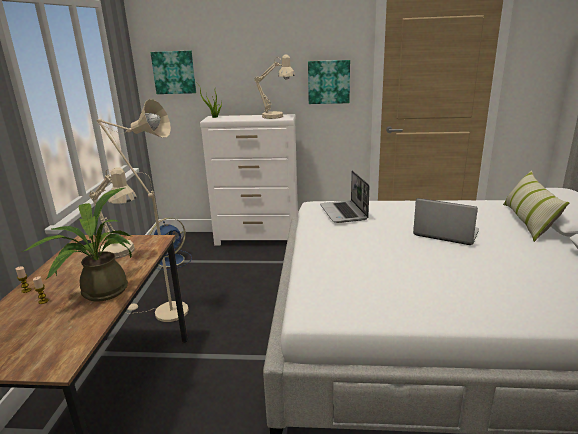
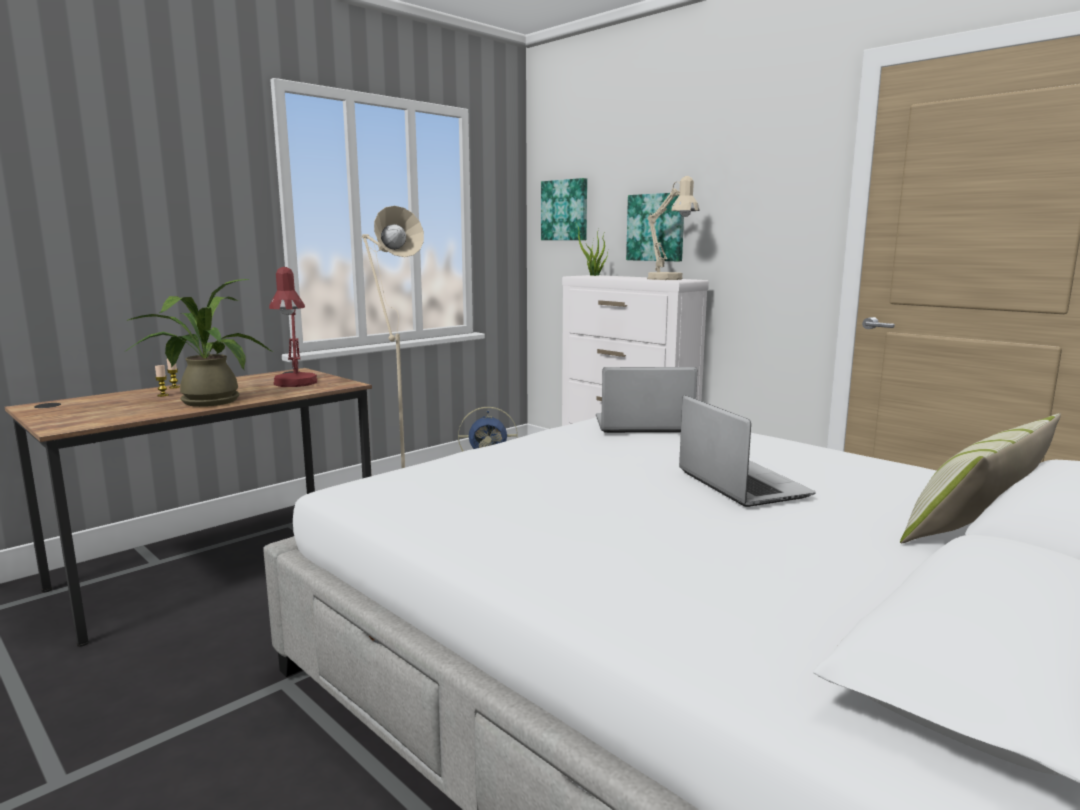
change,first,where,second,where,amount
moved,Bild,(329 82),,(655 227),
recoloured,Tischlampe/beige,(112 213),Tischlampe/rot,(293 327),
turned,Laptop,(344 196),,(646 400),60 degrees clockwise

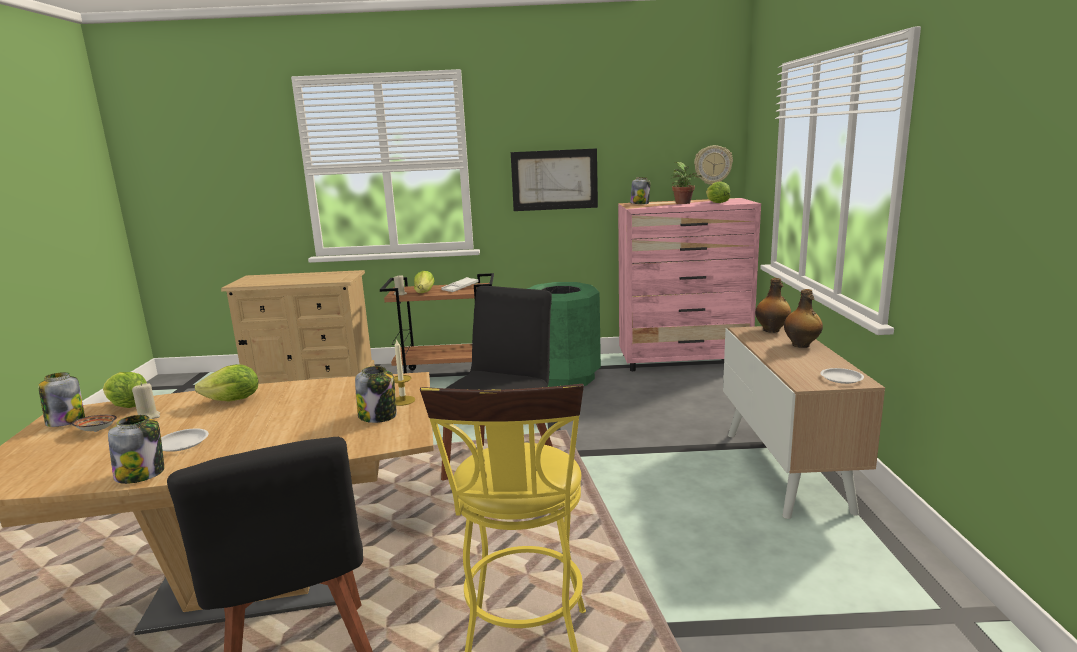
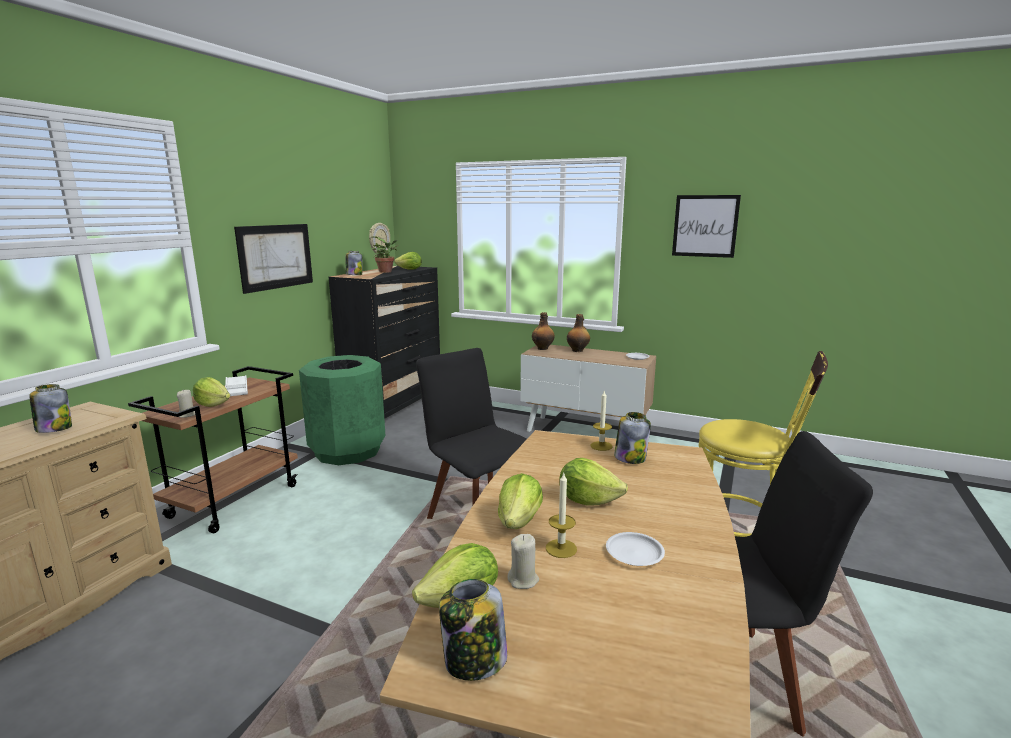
change,first,where,second,where,amount
removed,Schüssel,(94 423),,,
added,,,Kerze,(561 515),
added,,,Salatkopf,(594 482),
added,,,Bild,(706 226),
moved,Vorratsglas,(136 449),,(50 408),
recoloured,Kommode/rosa,(689 284),Kommode/schwarz,(384 342),

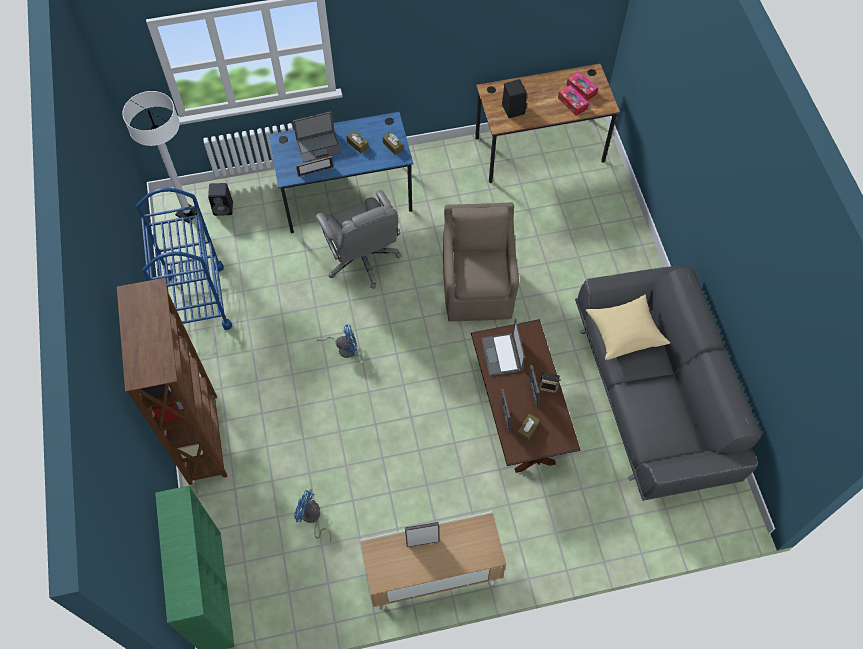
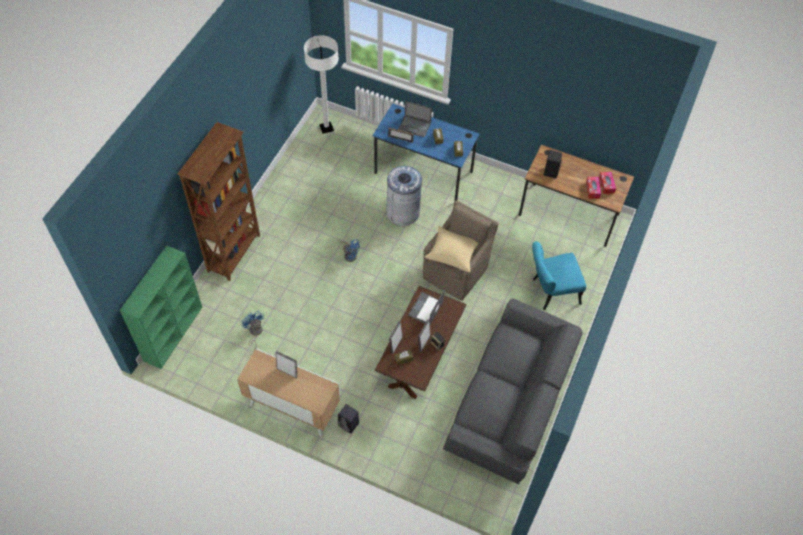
change,first,where,second,where,amount
removed,Rollwagen/blau,(184 259),,,
added,,,Stuhl/türkis,(559 275),
moved,Lautsprecher/schwarz,(220 199),,(348 419),
moved,Kissen/beige,(628 327),,(451 249),
replaced,Bürostuhl/grau,(359 239),Mülleimer/grau,(404 196),

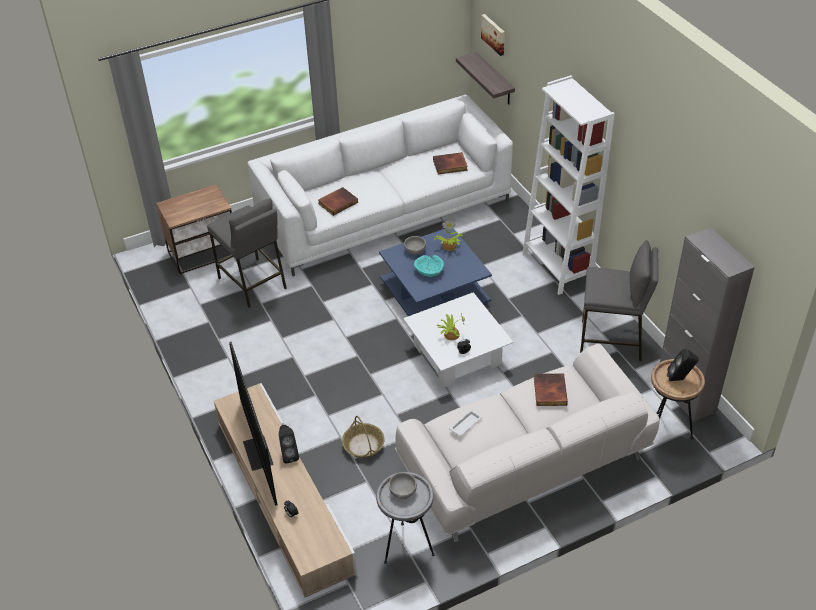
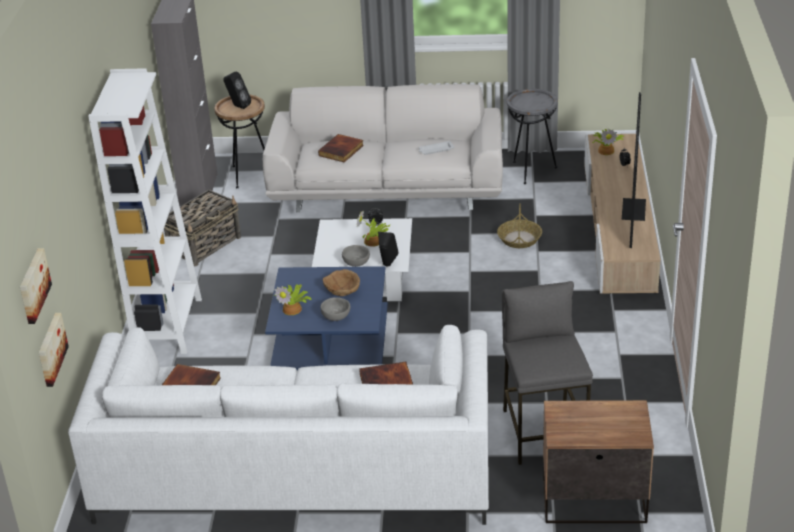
change,first,where,second,where,amount
added,,,Topfpflanze,(608 142),
moved,Lautsprecher/schwarz,(289 444),,(388 249),
moved,Schüssel/grau,(403 485),,(356 256),
replaced,Wandregal,(485 78),Bild,(54 350),
replaced,Hocker/grau,(619 300),Korb,(202 228),
recoloured,Schüssel/türkis,(429 266),Schüssel/braun,(341 282),

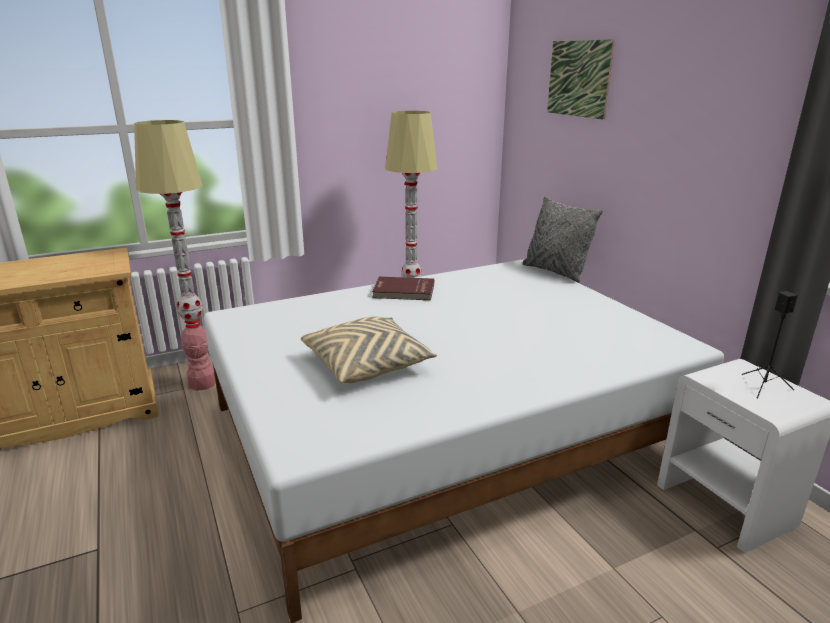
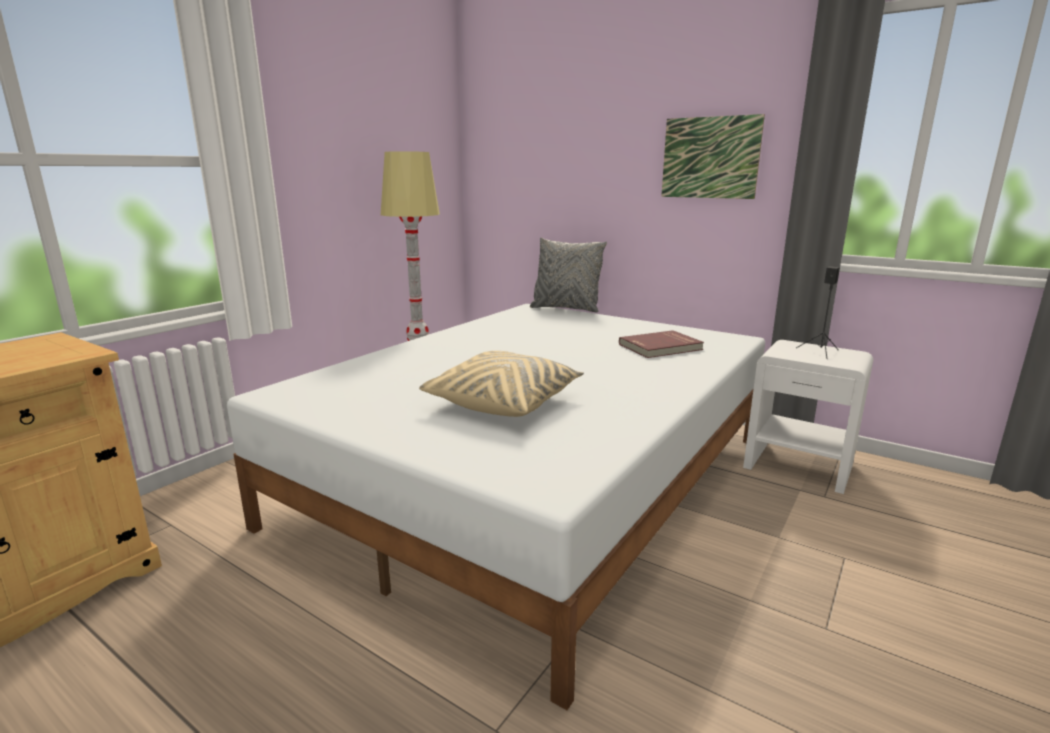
change,first,where,second,where,amount
removed,Stehlampe,(175 255),,,
moved,Buch/rot,(403 288),,(661 344),
moved,Bild,(581 79),,(713 156),

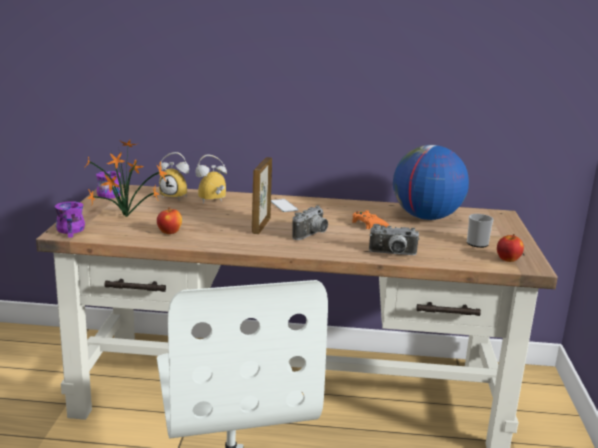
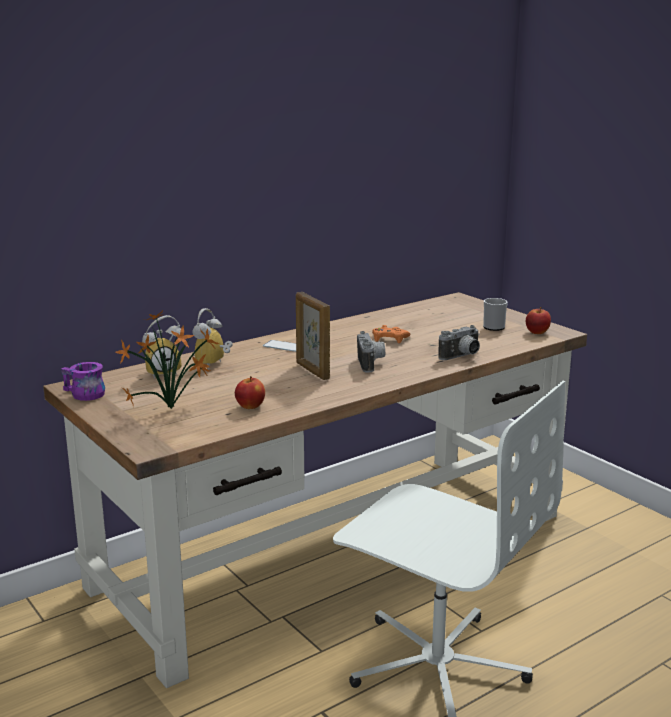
change,first,where,second,where,amount
removed,Henkelbecher/lila,(70 219),,,
removed,Globus,(431 182),,,

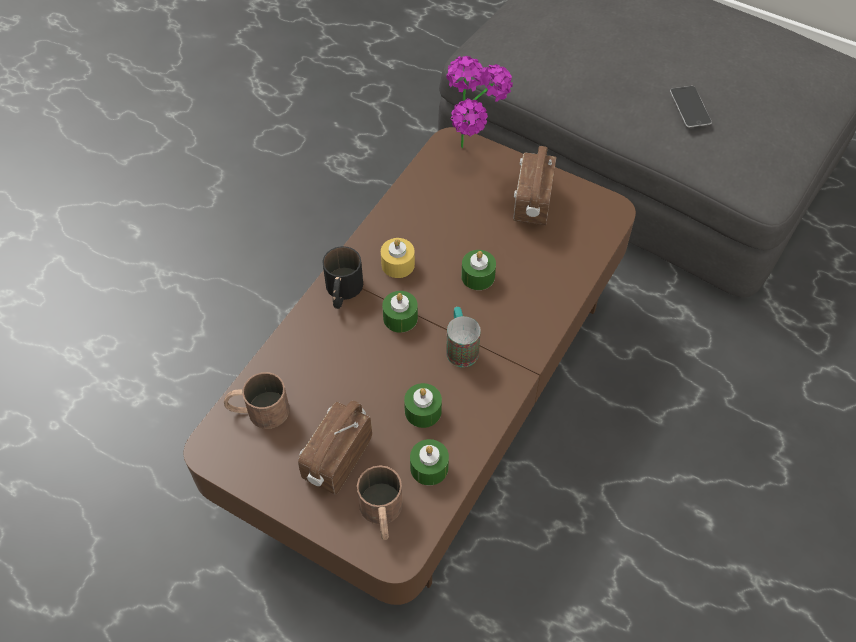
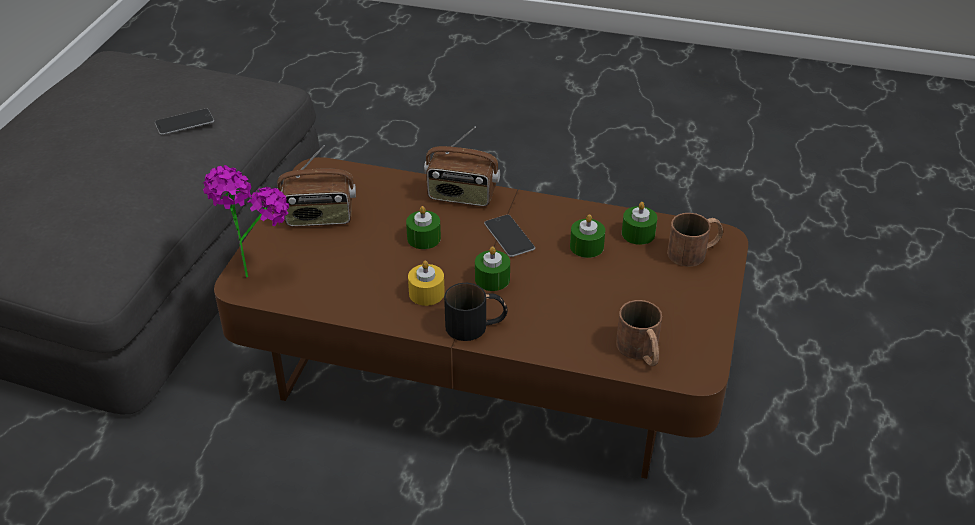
change,first,where,second,where,amount
moved,Radio,(335 448),,(462 167),
replaced,Henkelbecher,(463 337),Handy,(509 236),

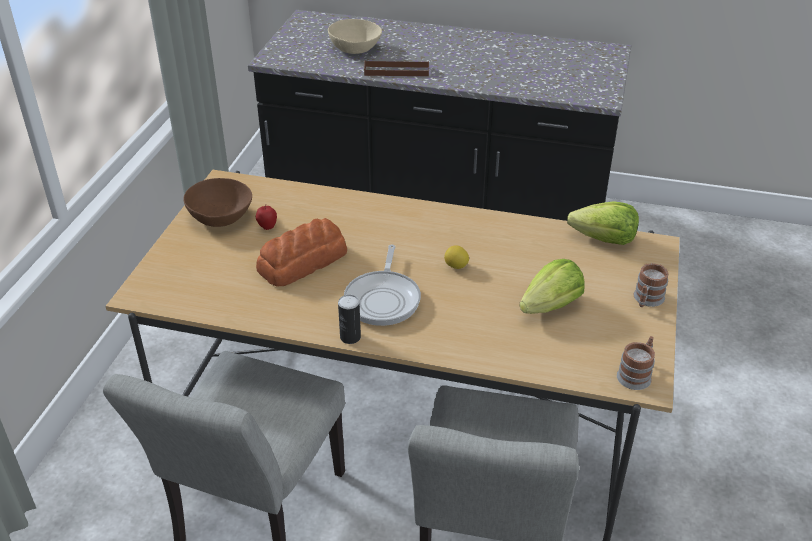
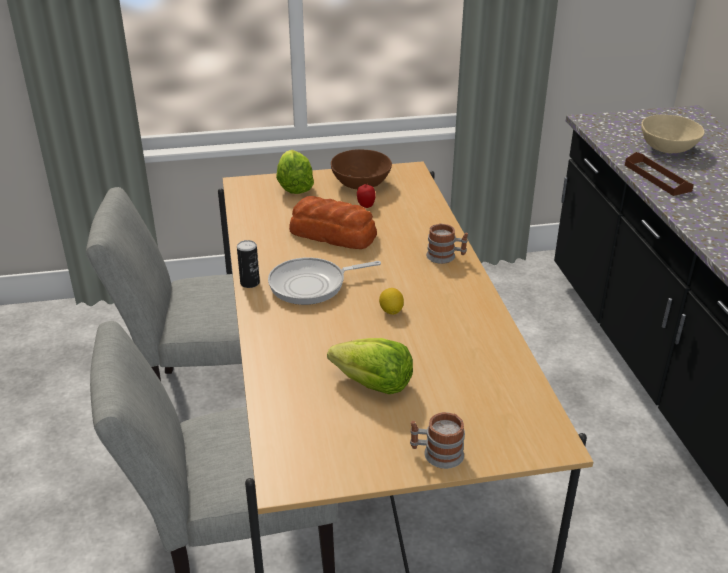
change,first,where,second,where,amount
moved,Salatkopf,(603 223),,(295 172),
moved,Henkelbecher,(636 363),,(447 243),

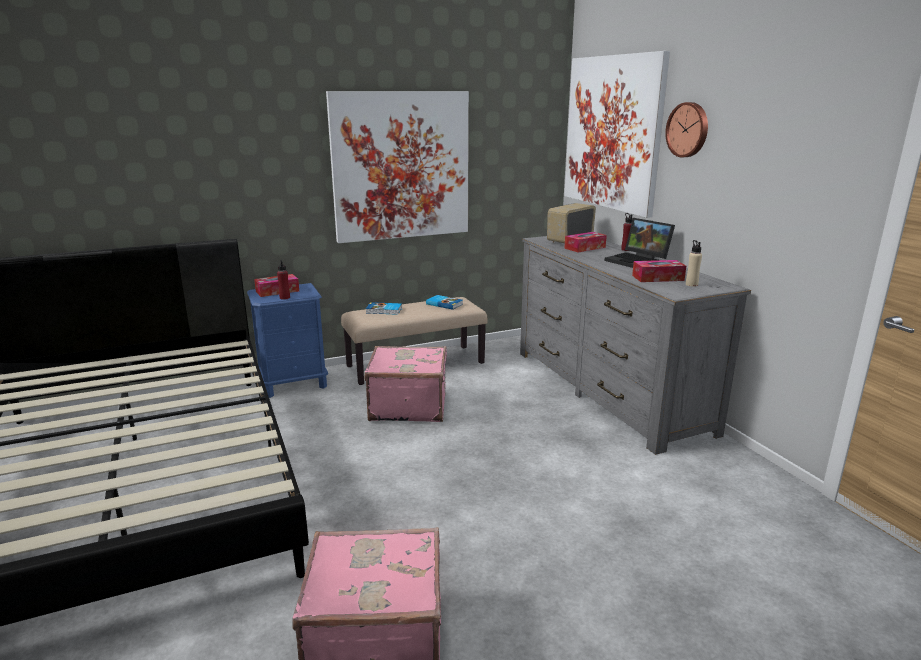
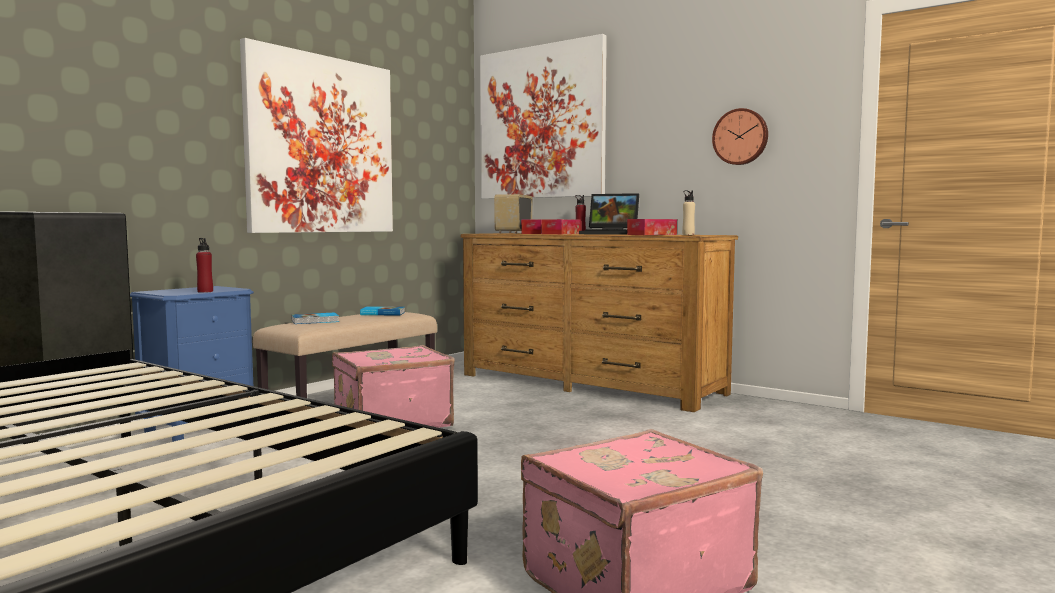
change,first,where,second,where,amount
moved,Taschentuchbox,(276 285),,(561 226),
moved,Wanduhr,(686 129),,(740 136),
recoloured,Kommode/grau,(635 345),Kommode/braun,(599 322),

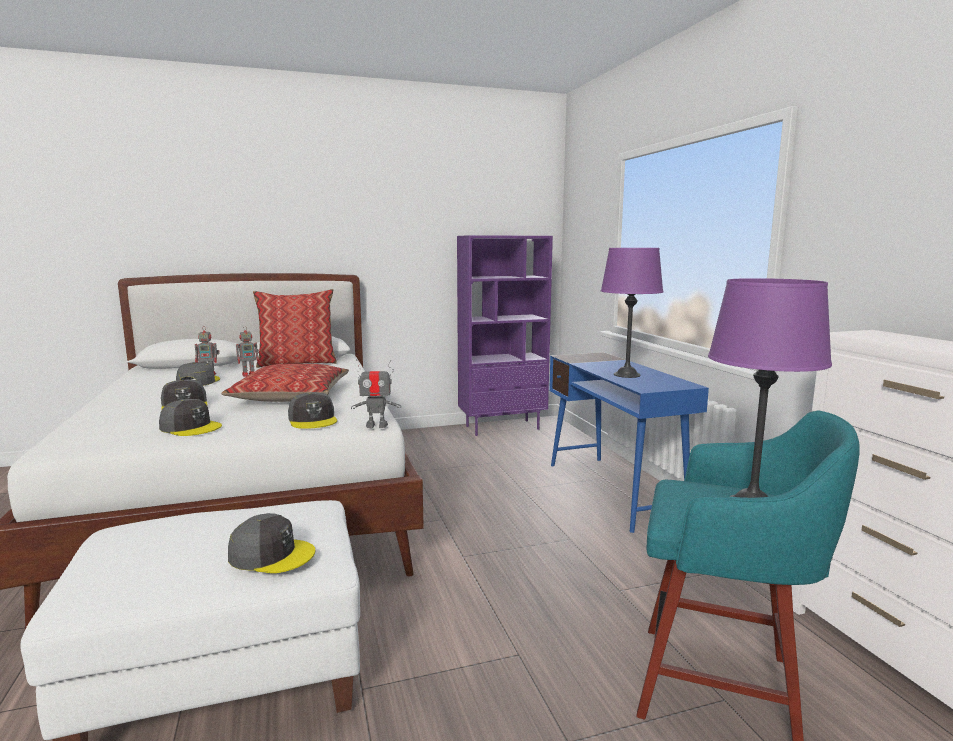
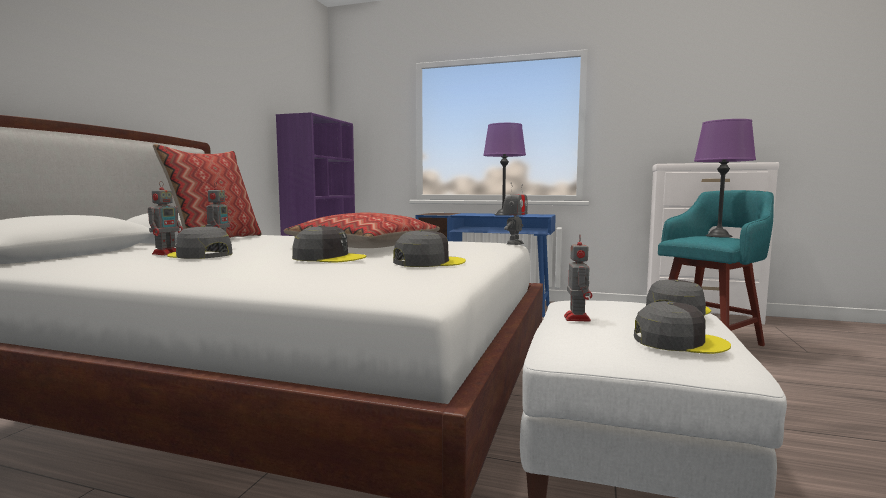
change,first,where,second,where,amount
added,,,Spielzeugroboter,(578 278),
moved,Kappe/grau,(312 410),,(682 327),

